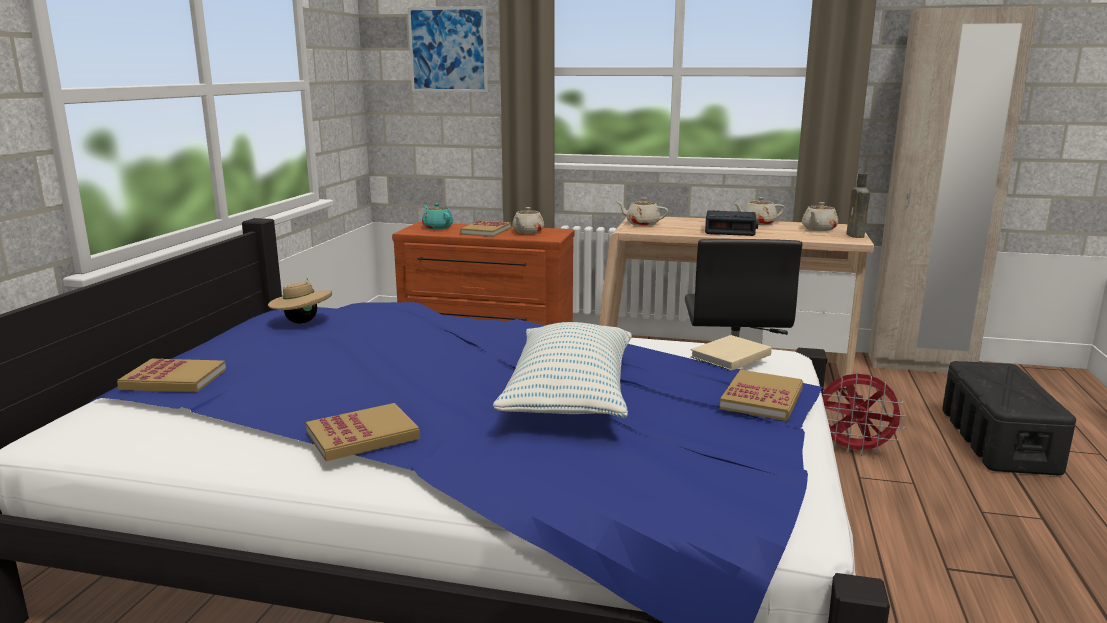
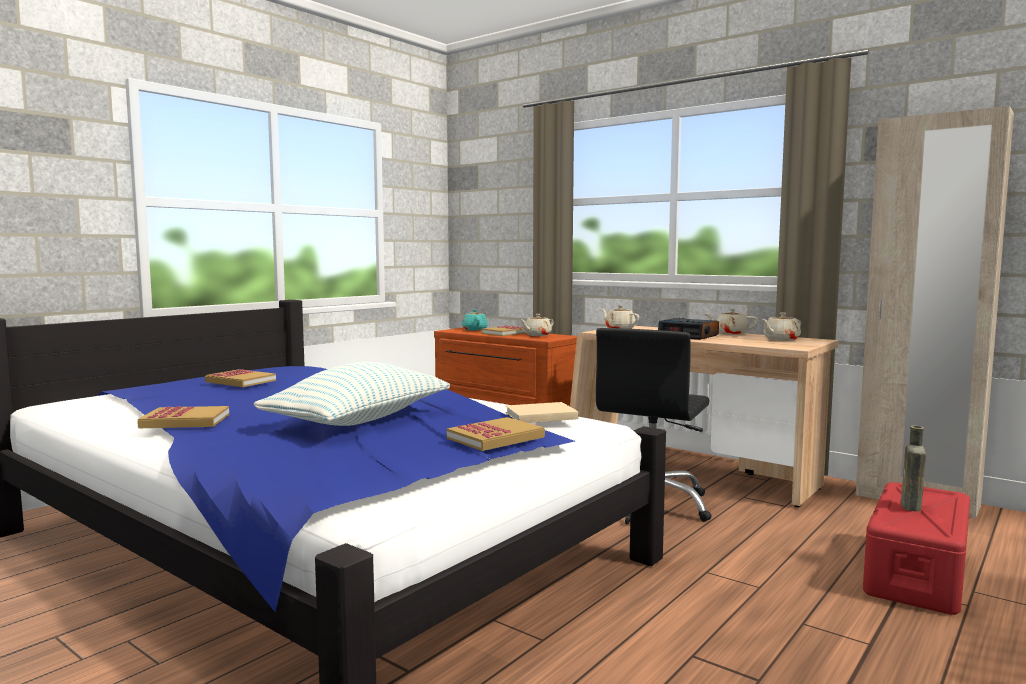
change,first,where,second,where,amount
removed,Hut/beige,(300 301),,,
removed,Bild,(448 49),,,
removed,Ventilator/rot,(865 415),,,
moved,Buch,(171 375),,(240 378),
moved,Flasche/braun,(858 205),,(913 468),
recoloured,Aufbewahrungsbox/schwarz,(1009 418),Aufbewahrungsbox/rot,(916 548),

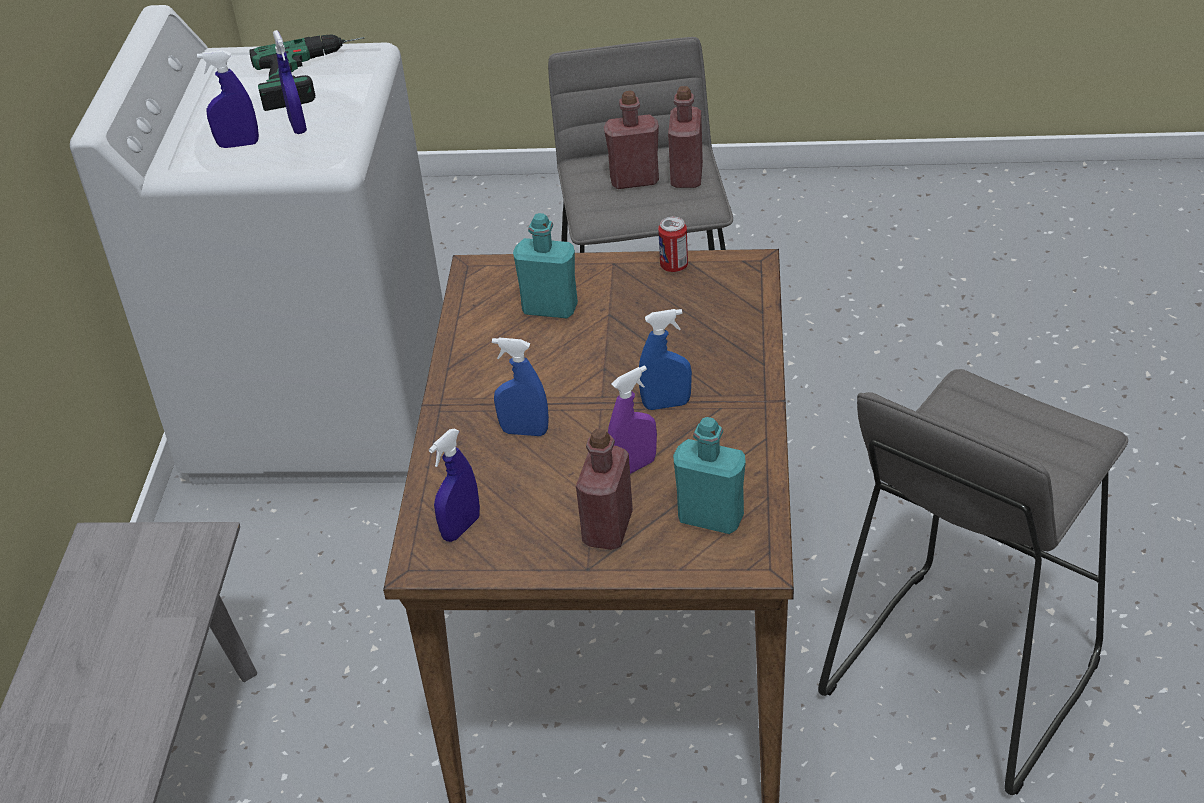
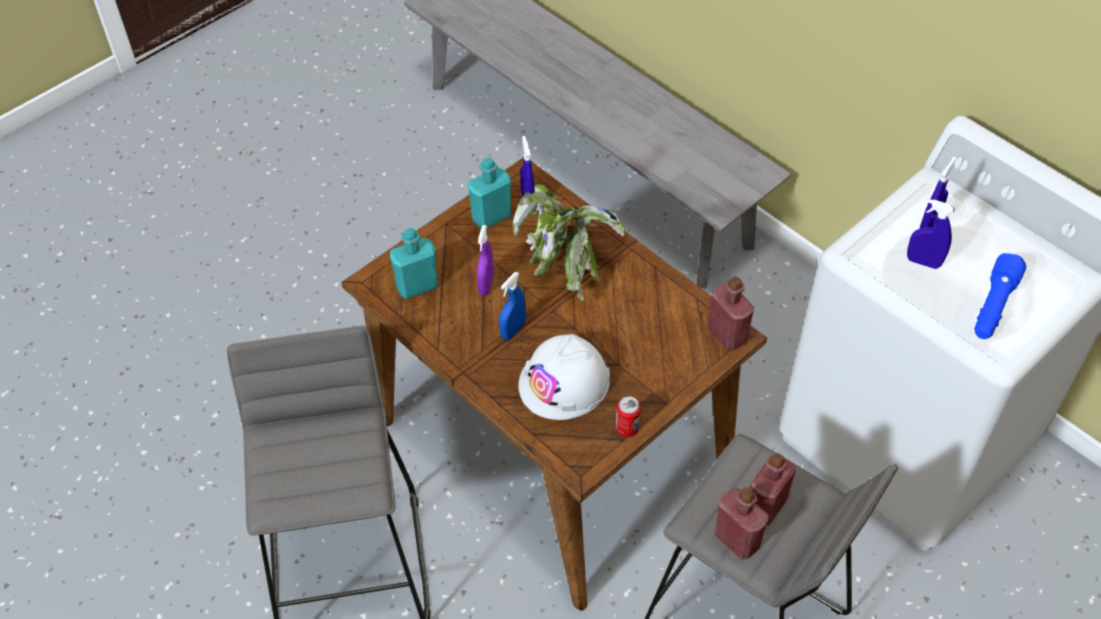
change,first,where,second,where,amount
added,,,Schutzhelm/weiß,(564 377),
moved,Flasche/türkis,(545 266),,(489 192),
moved,Flasche/rot,(604 489),,(730 313),
replaced,Bohrmaschine,(307 72),Taschenlampe/blau,(1000 296),
replaced,Sprühflasche/blau,(520 387),Topfpflanze,(568 242),

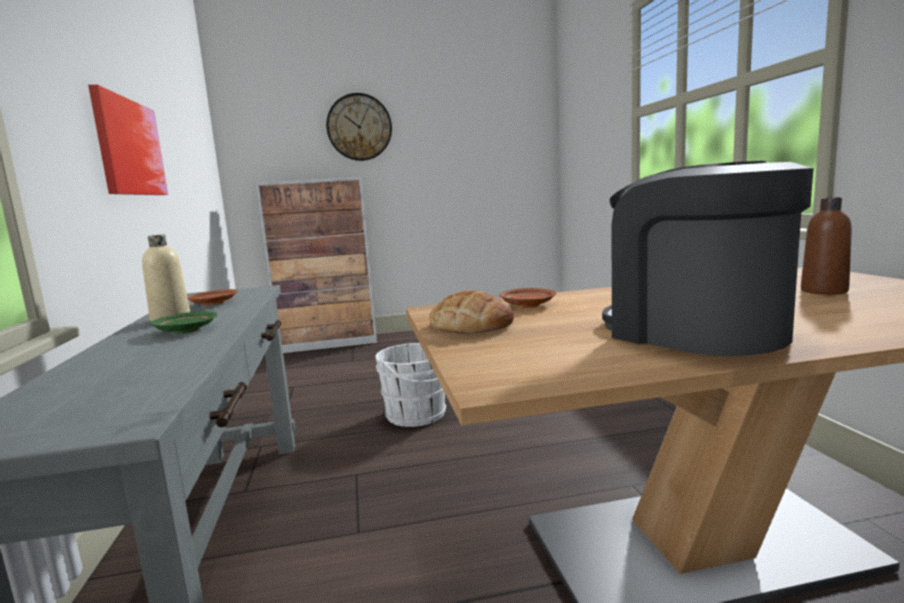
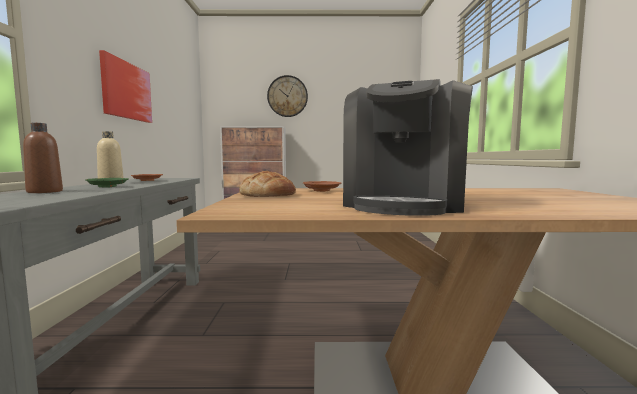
change,first,where,second,where,amount
removed,Eimer/weiß,(411 385),,,
moved,Flasche/braun,(826 246),,(43 158),
turned,Kaffeemaschine,(708 259),,(408 147),135 degrees counterclockwise

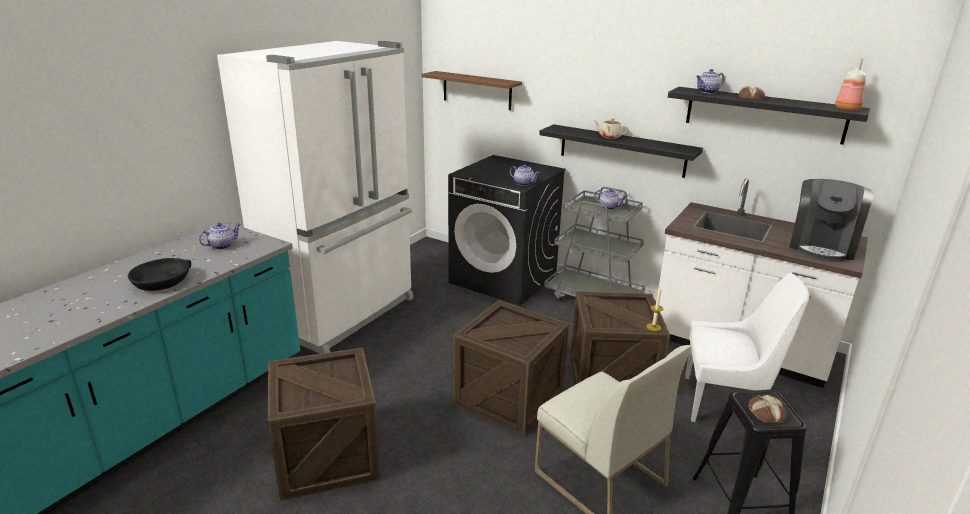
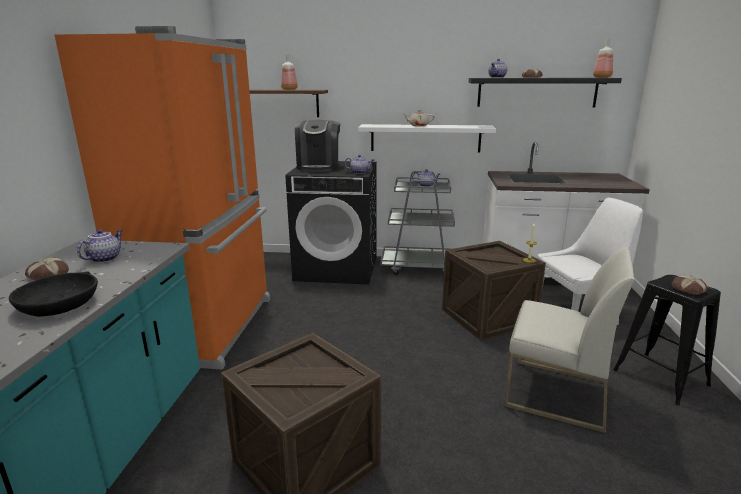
change,first,where,second,where,amount
removed,Kiste,(511 368),,,
added,,,Brot,(47 268),
added,,,Flasche,(289 72),
moved,Kaffeemaschine,(831 220),,(317 146),
recoloured,Kühlschrank/weiß,(315 197),Kühlschrank/orange,(162 198),
recoloured,Wandregal/schwarz,(621 151),Wandregal/weiß,(427 138),

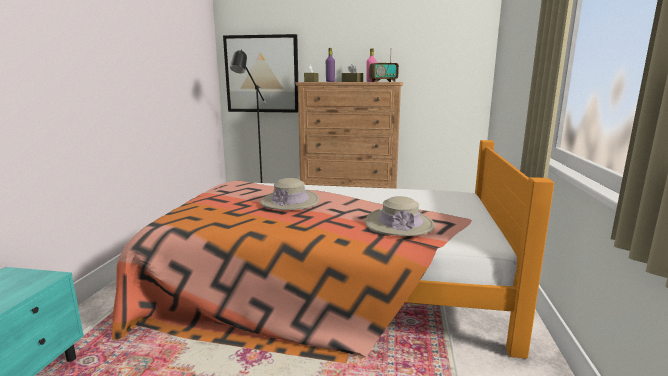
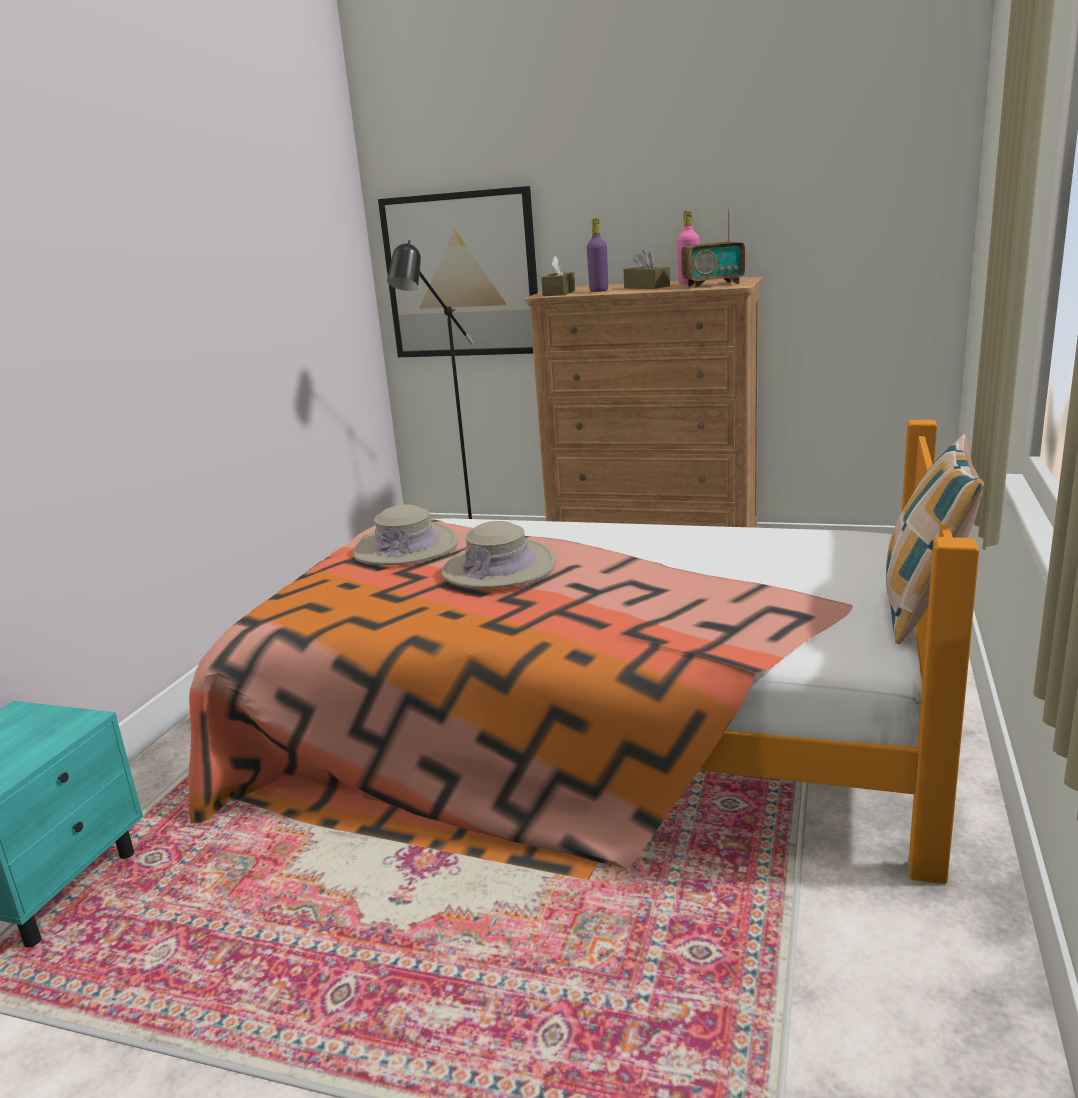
change,first,where,second,where,amount
added,,,Kissen,(935 539),
moved,Hut/beige,(400 216),,(405 535),

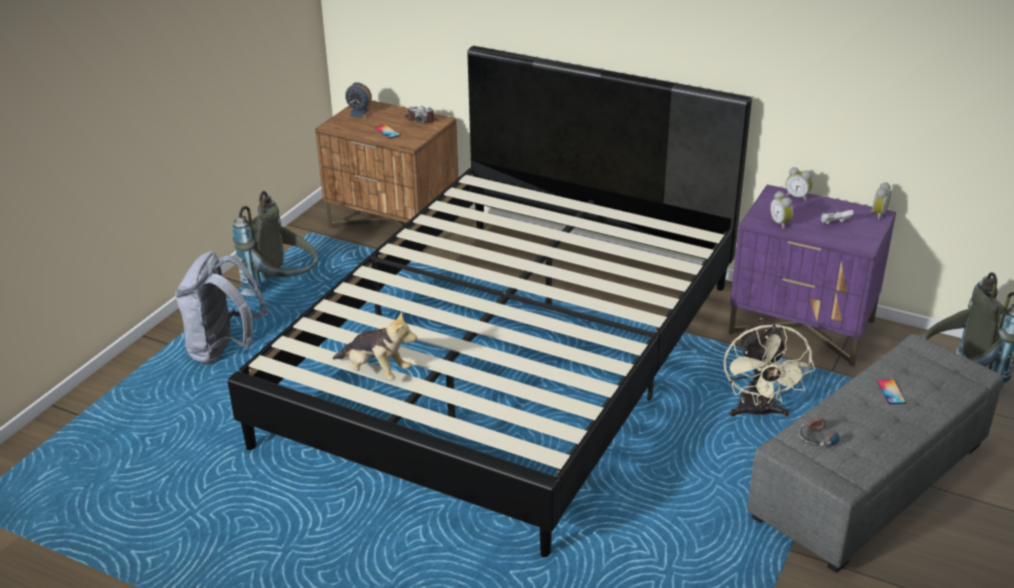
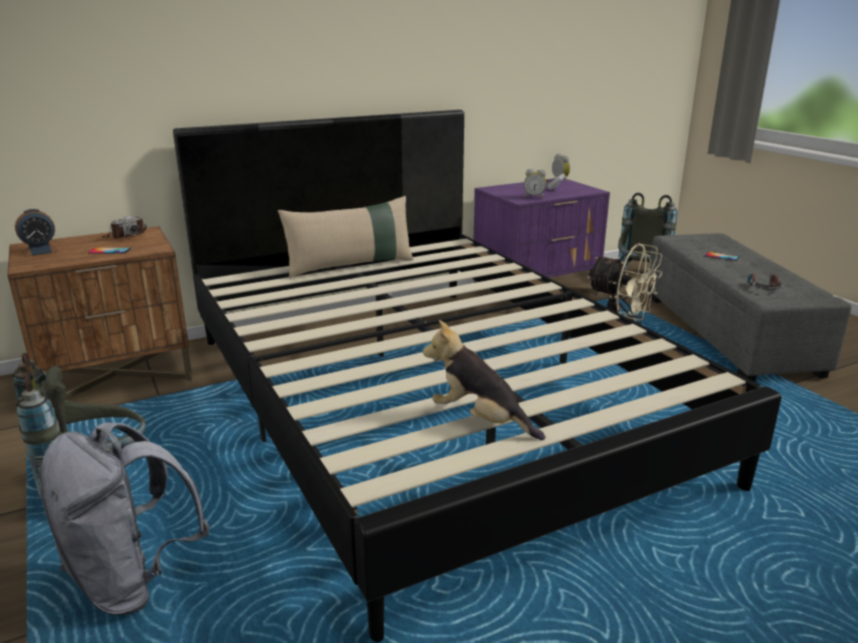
change,first,where,second,where,amount
removed,Wecker,(798 184),,,
added,,,Kissen/beige,(346 237),
turned,Plüschtier,(374 345),,(484 380),120 degrees counterclockwise

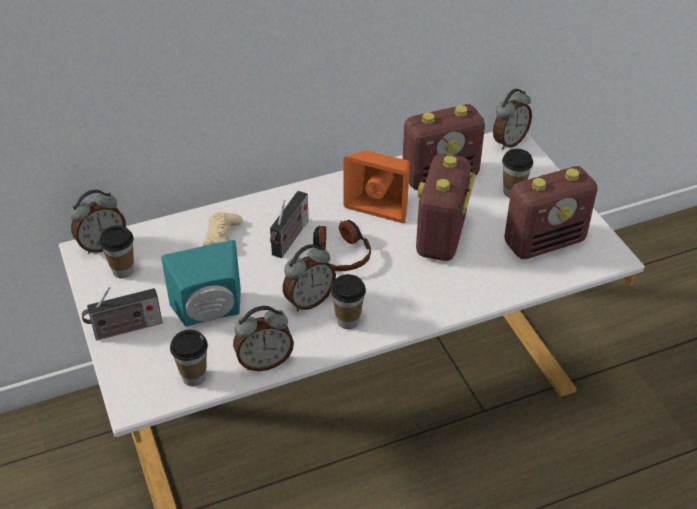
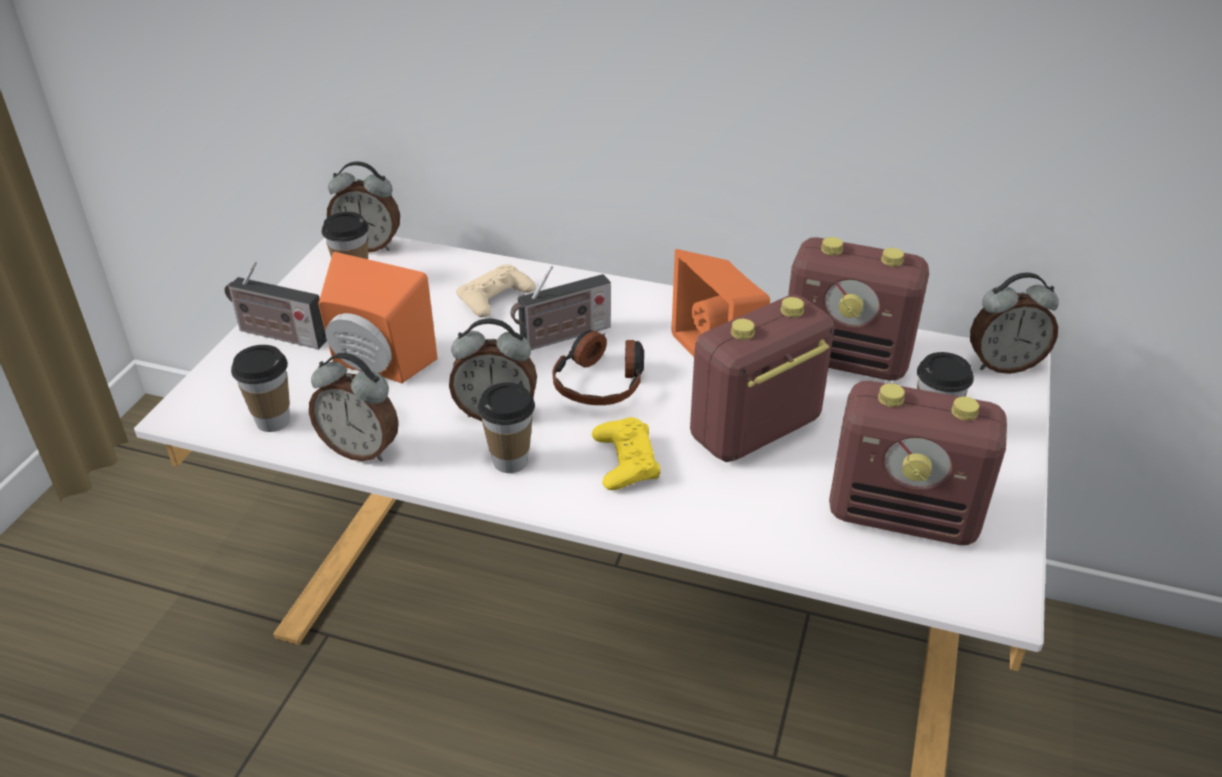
change,first,where,second,where,amount
added,,,Gamepad/gelb,(626 453),
recoloured,Lautsprecher/türkis,(201 283),Lautsprecher/orange,(377 317),

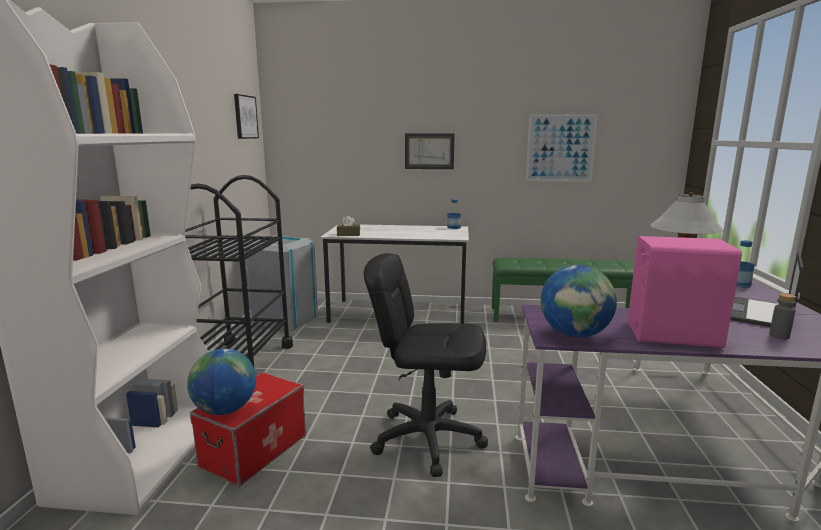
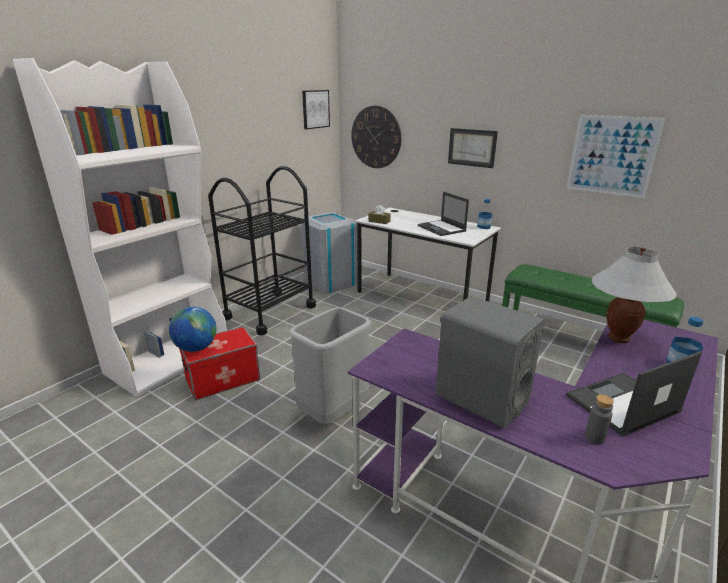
change,first,where,second,where,amount
removed,Globus,(579 301),,,
added,,,Wanduhr,(376 137),
added,,,Laptop,(443 214),
replaced,Bürostuhl/schwarz,(426 365),Mülleimer/grau,(330 365),
recoloured,Lautsprecher/rosa,(685 292),Lautsprecher/grau,(490 362),

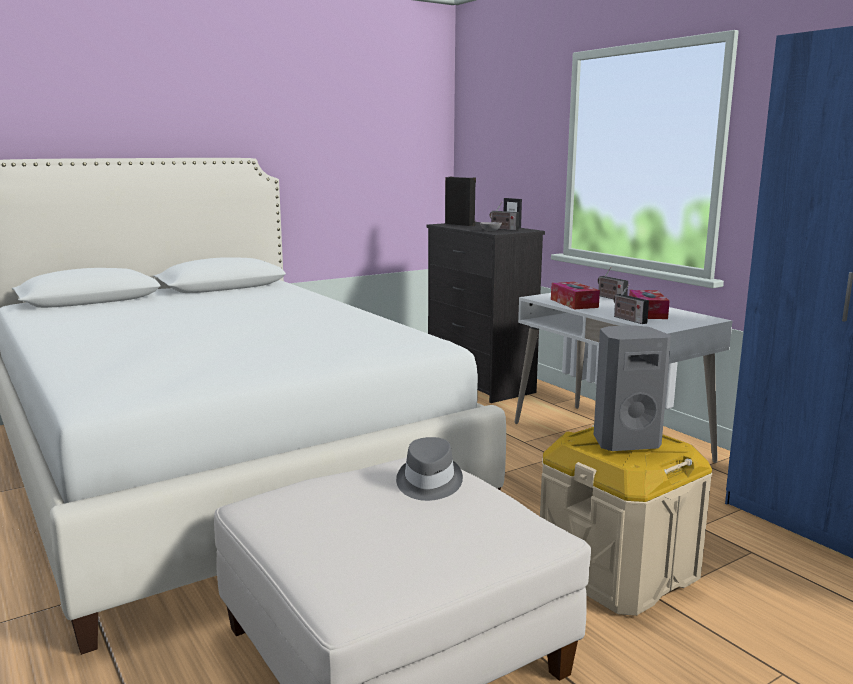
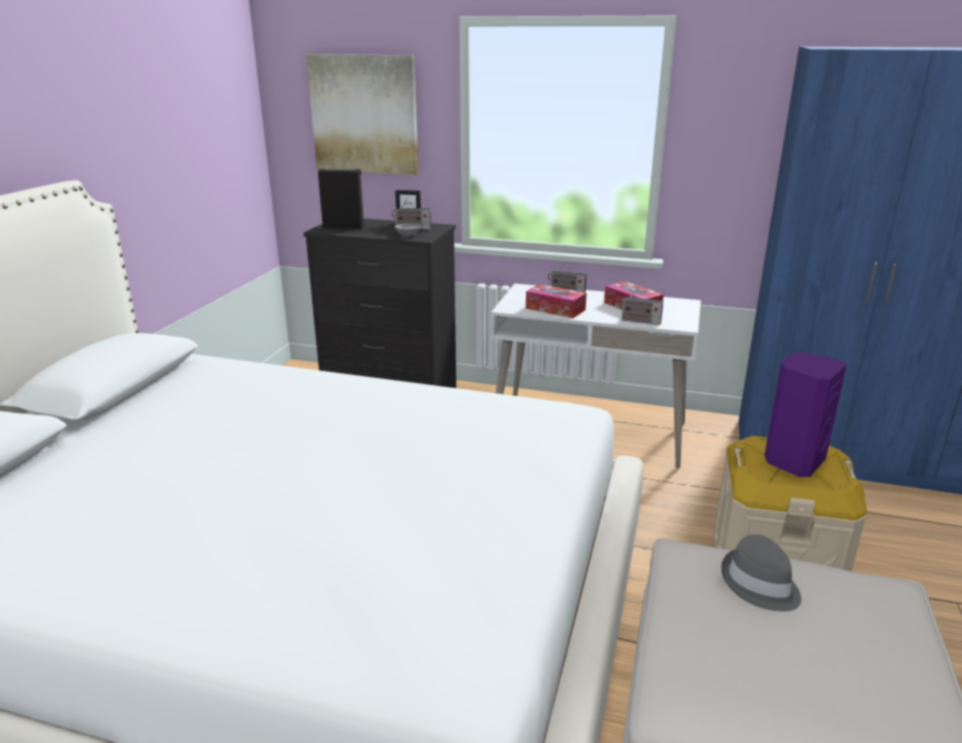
change,first,where,second,where,amount
added,,,Bild,(362 114),
recoloured,Lautsprecher/grau,(632 388),Lautsprecher/lila,(805 415),

